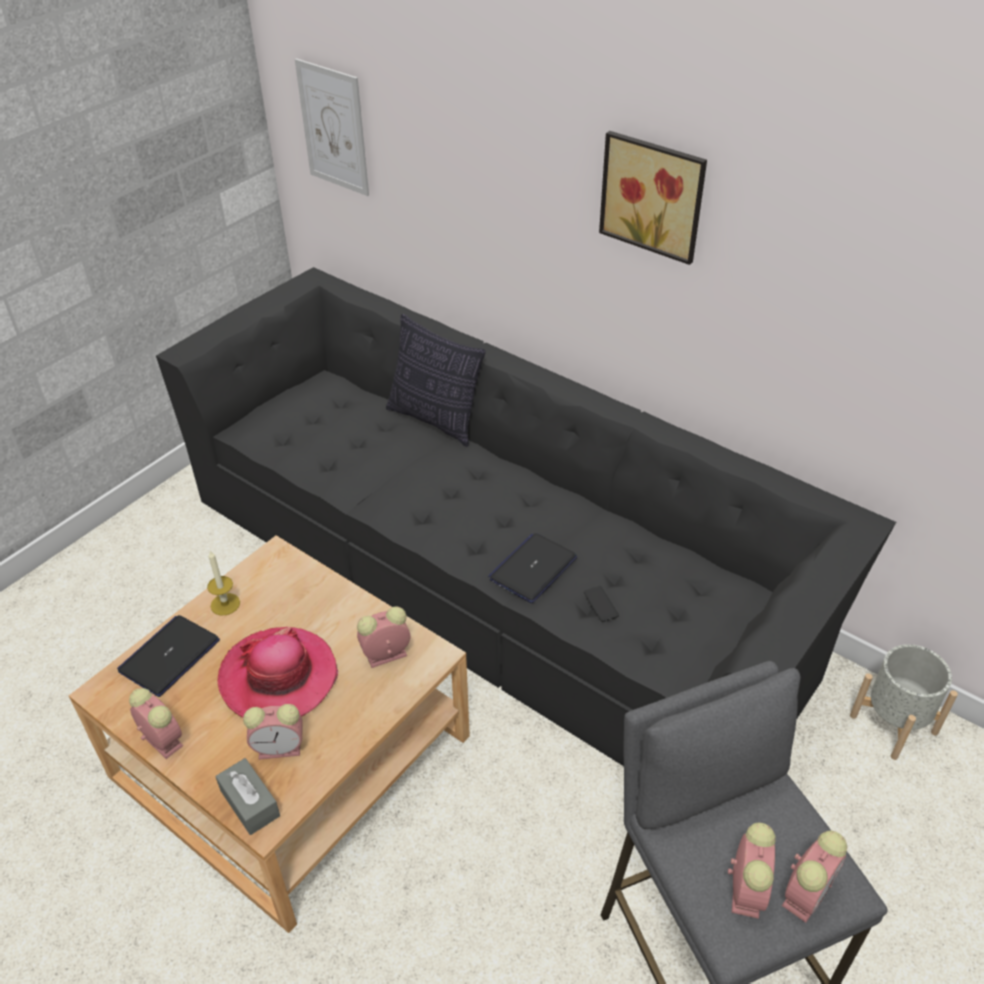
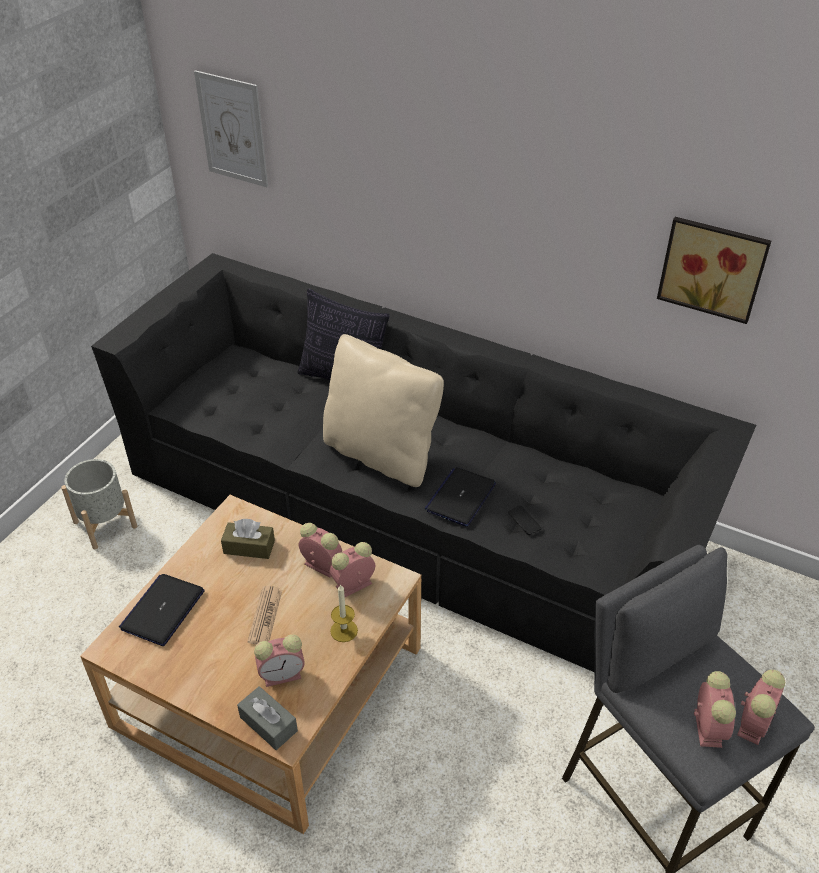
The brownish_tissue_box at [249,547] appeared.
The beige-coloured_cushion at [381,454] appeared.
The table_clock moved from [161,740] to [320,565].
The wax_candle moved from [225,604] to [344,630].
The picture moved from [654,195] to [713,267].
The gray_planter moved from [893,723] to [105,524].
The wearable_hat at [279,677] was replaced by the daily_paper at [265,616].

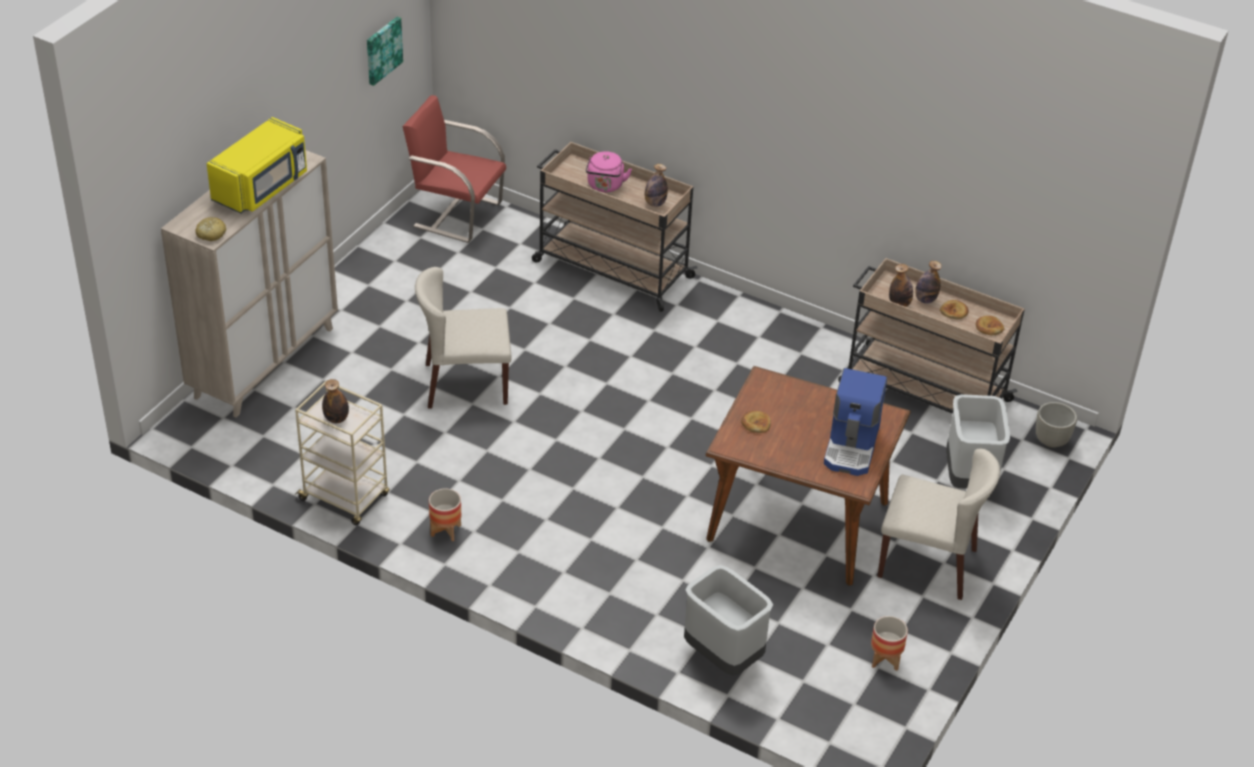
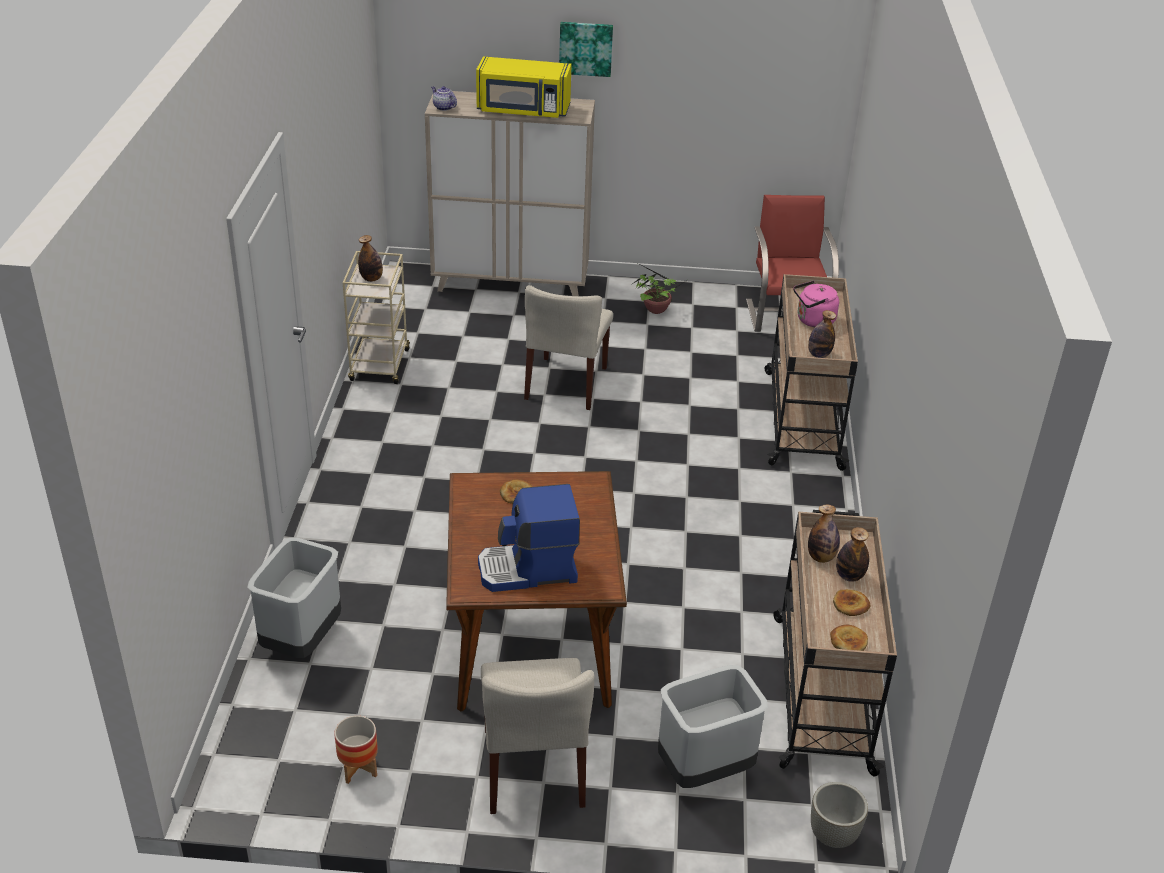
The planter at [446,530] disappeared.
The houseplant at [655,309] appeared.
The picture moved from [382,50] to [586,48].
The bread at [211,234] was replaced by the teapot at [443,107].
The beige-coloured_plain_chair at [465,384] turned 135 degrees counterclockwise.

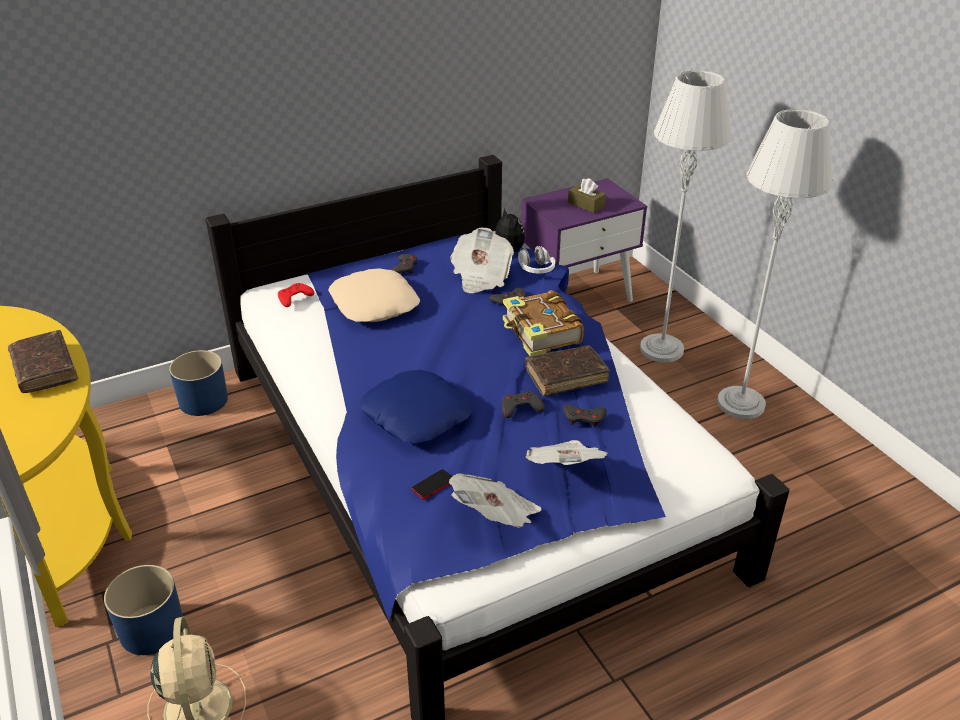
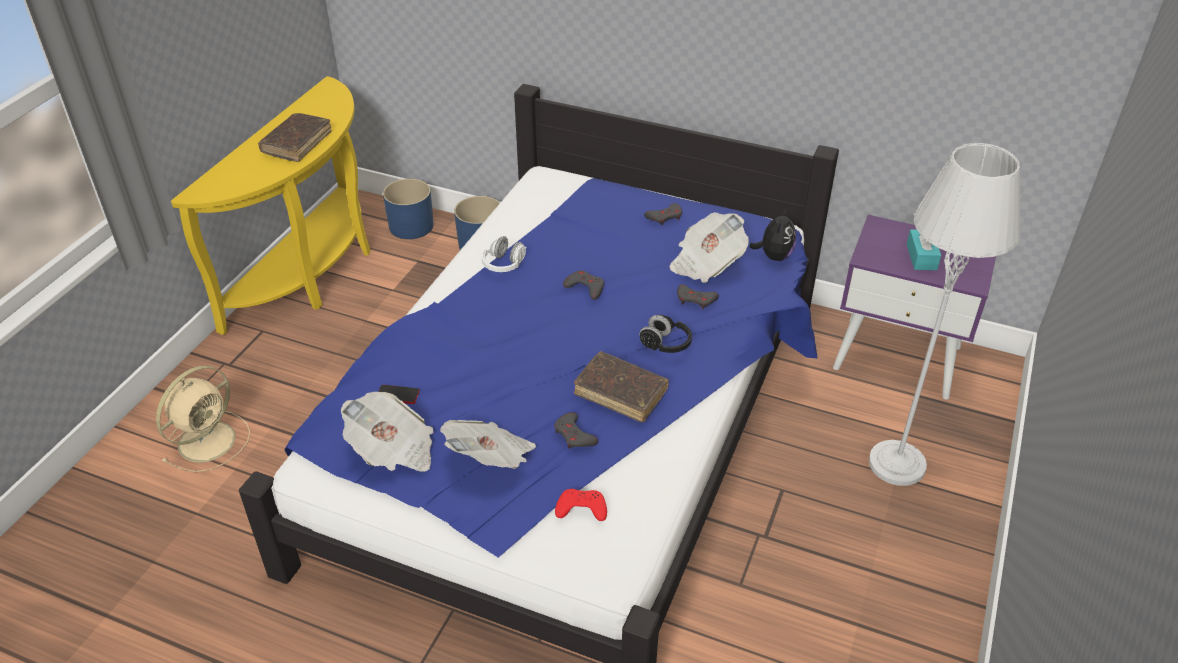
The beige-coloured_cushion at [375,304] disappeared.
The bluish_cushion at [417,415] disappeared.
The gray_standard_lamp at [740,403] disappeared.
The bluish_planter moved from [151,628] to [411,226].
The red_game_controller moved from [294,297] to [581,508].
The gray_game_controller moved from [521,408] to [585,287].
The white_pair_of_headphones moved from [536,270] to [504,265].
The book at [541,333] was replaced by the blackish_pair_of_headphones at [665,344].
The brownish_tissue_box at [586,205] became the blue-green_tissue_box at [921,257].

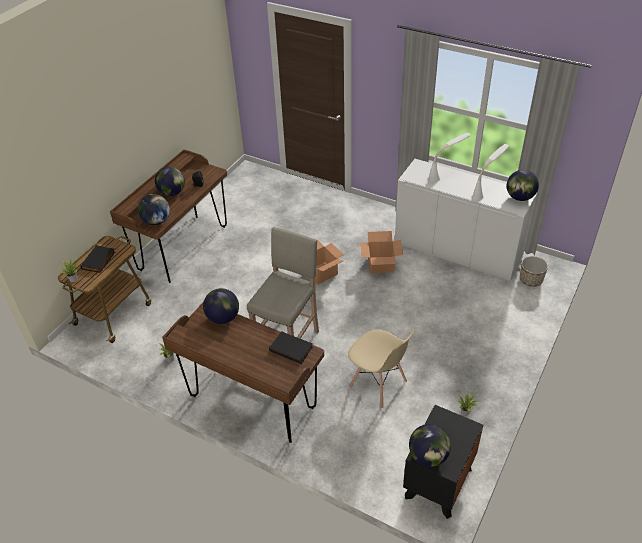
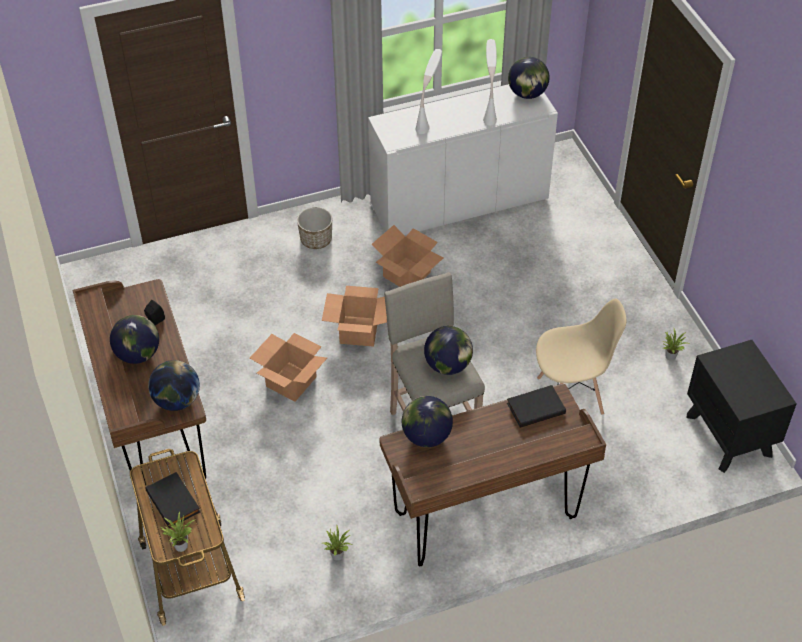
The packing_box at [291,382] appeared.
The desk_globe moved from [428,456] to [448,365].
The planter moved from [530,280] to [316,240].

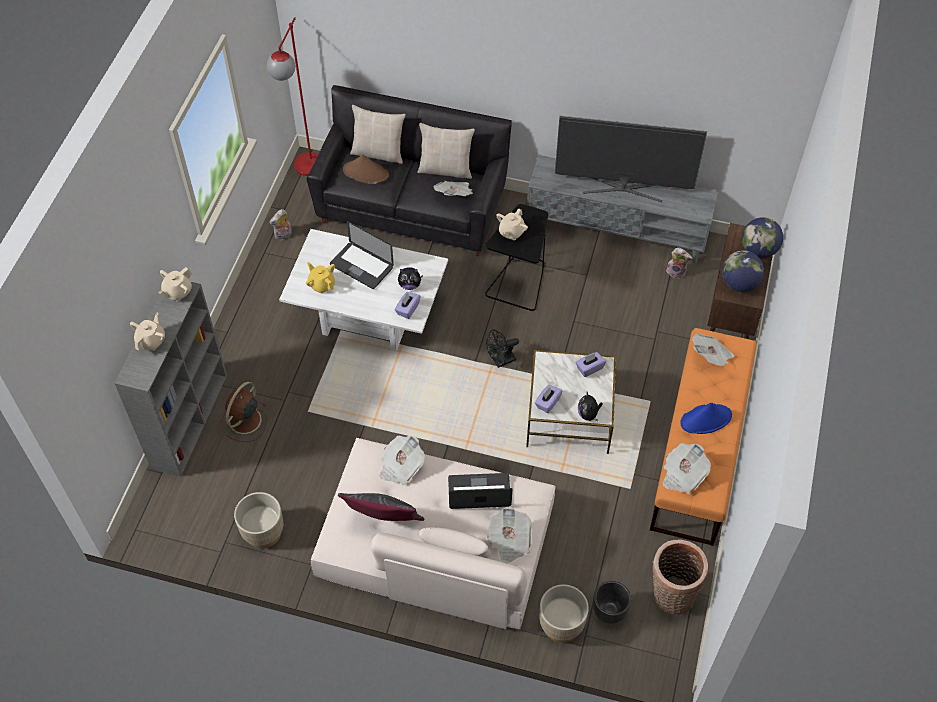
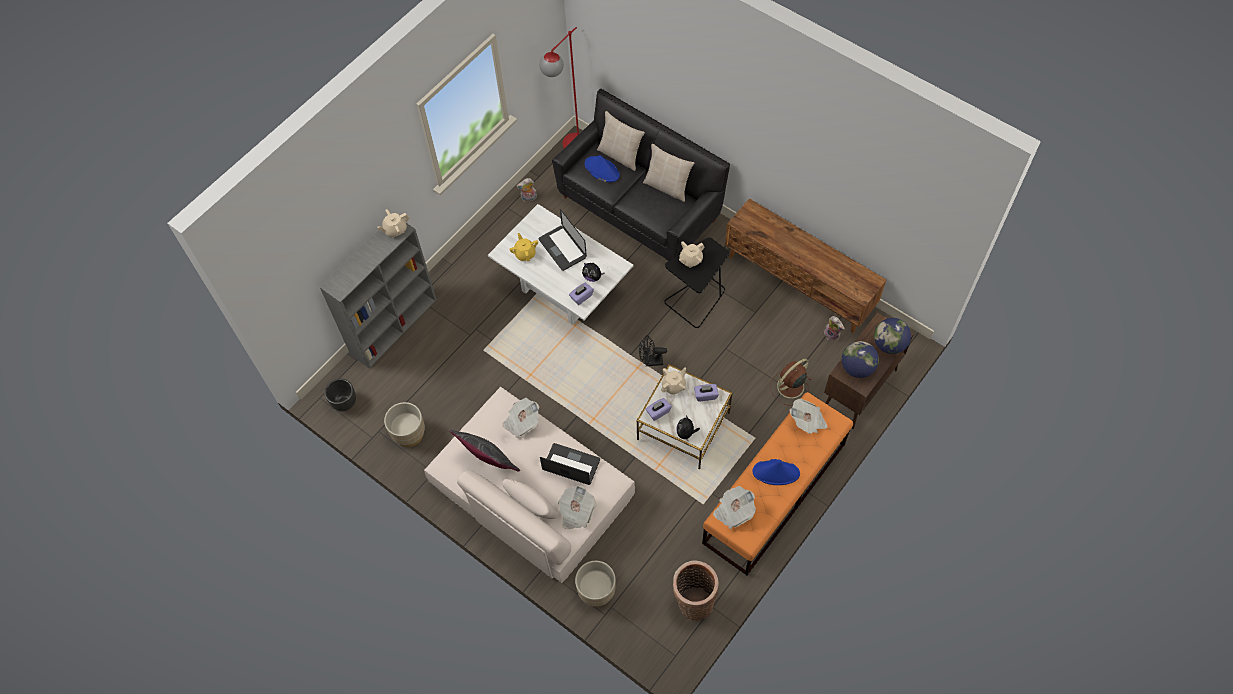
The daily_paper at [454,195] disappeared.
The television at [623,187] disappeared.
The beige-coloured_teapot moved from [151,341] to [673,386].
The brownish_electric_fan moved from [244,421] to [789,387].
The blackish_planter moved from [609,611] to [345,402].
The brownish_wearable_hat at [365,173] became the bluish_wearable_hat at [601,169].
The gray_tv_unit at [617,231] became the brownish_tv_unit at [799,283].

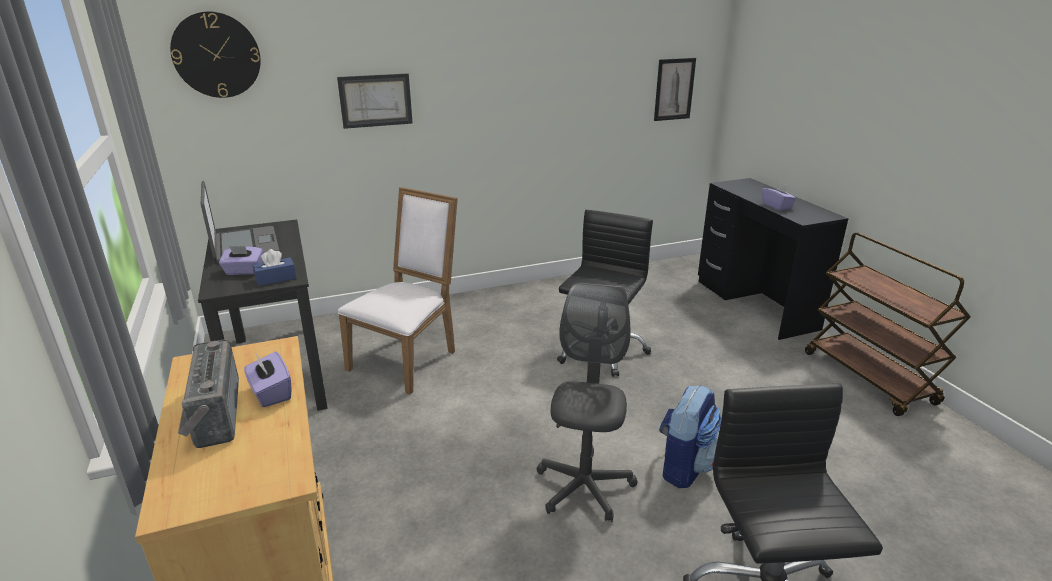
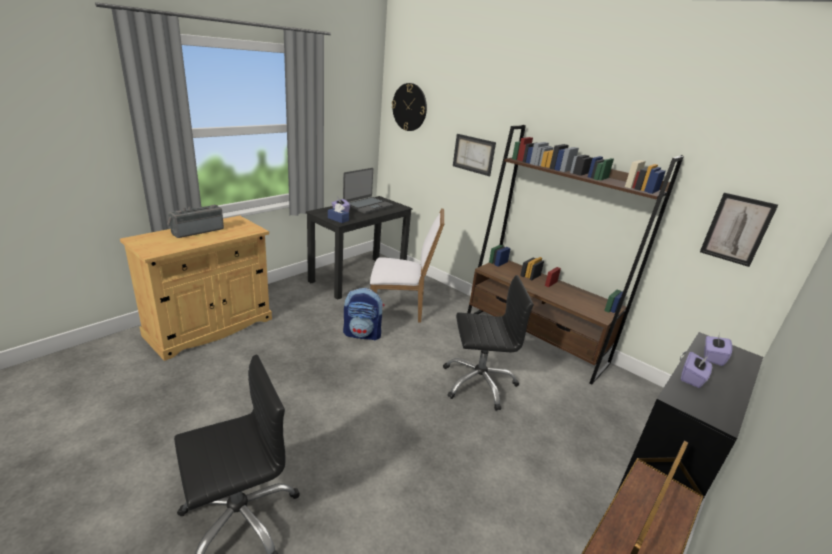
The gray_computer_chair at [584,487] disappeared.
The brownish_bookcase at [534,341] appeared.
The purple-coloured_tissue_box moved from [271,393] to [712,357].
The rucksack moved from [684,466] to [363,334].

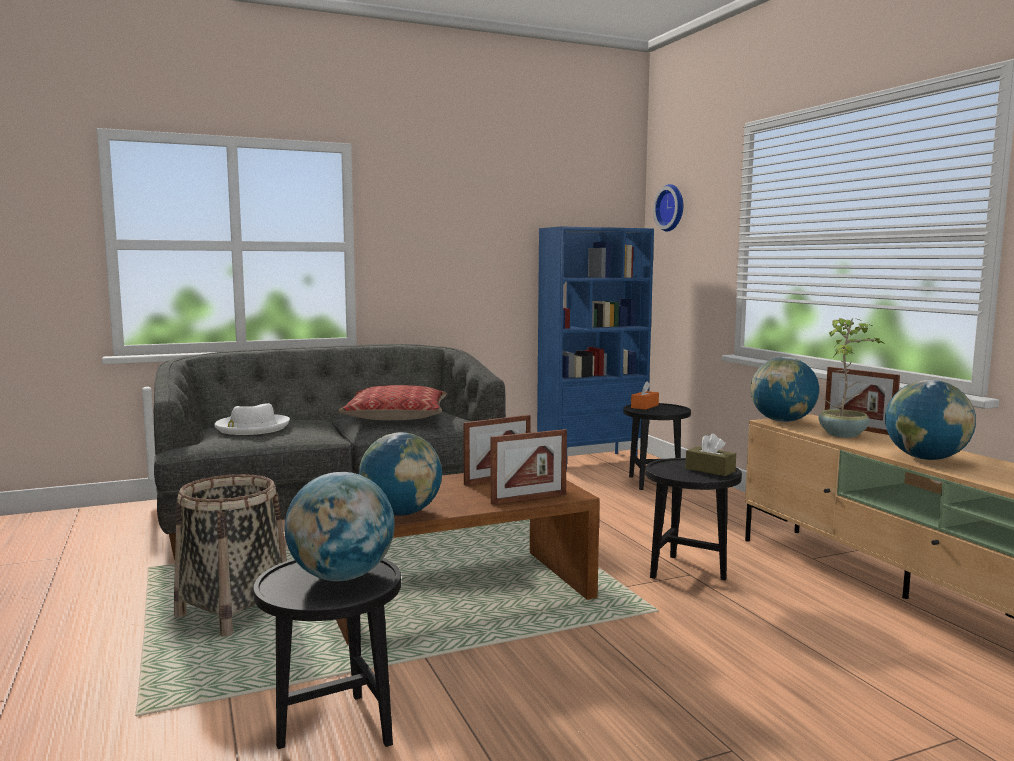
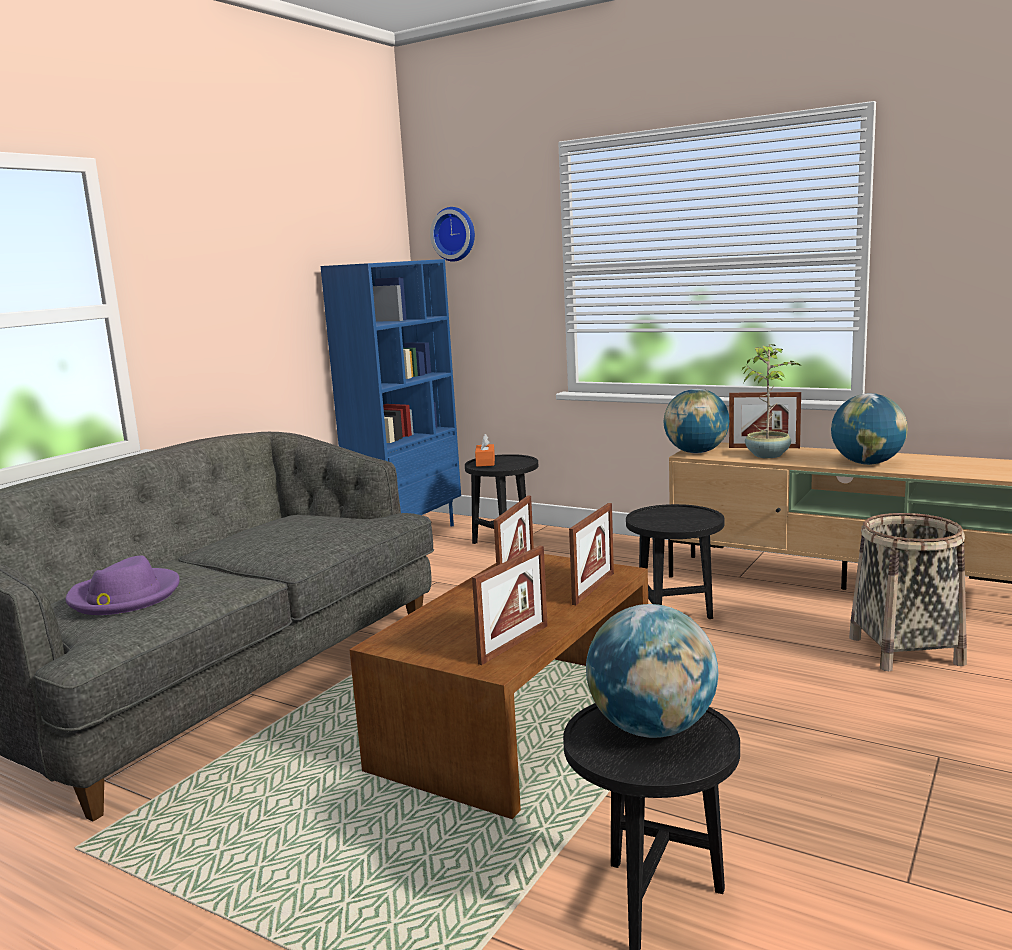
The cushion at [396,416] disappeared.
The brownish_tissue_box at [710,470] disappeared.
The basket moved from [233,612] to [904,650].
The desk_globe at [401,513] was replaced by the standing_frame at [514,644].
The white_wearable_hat at [252,428] became the purple-coloured_wearable_hat at [124,597].

